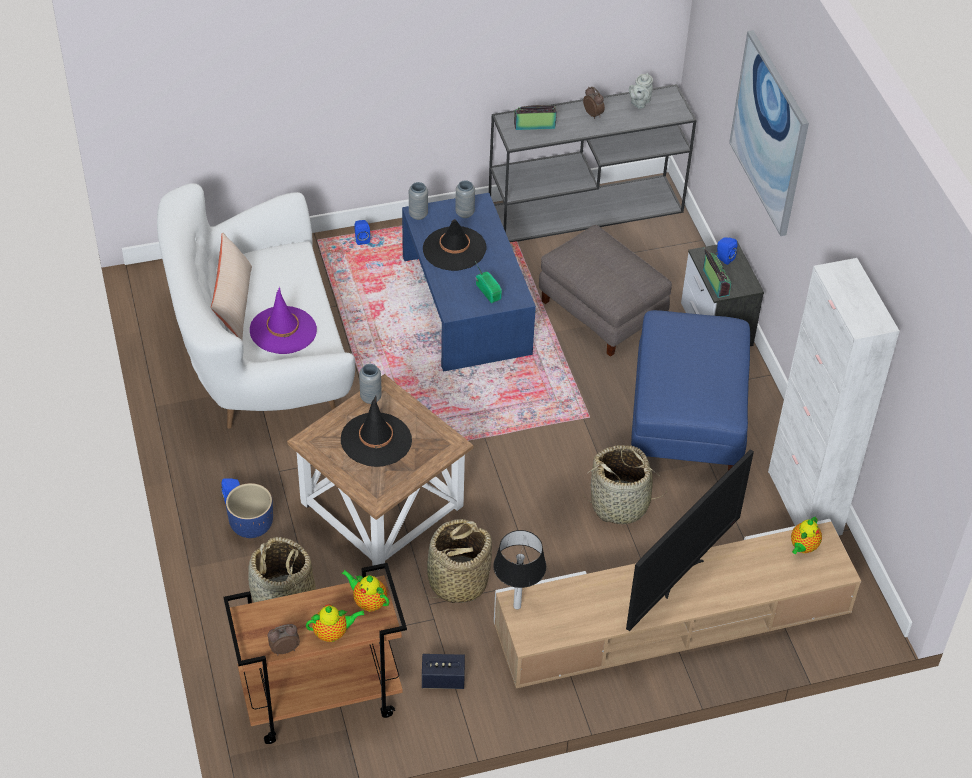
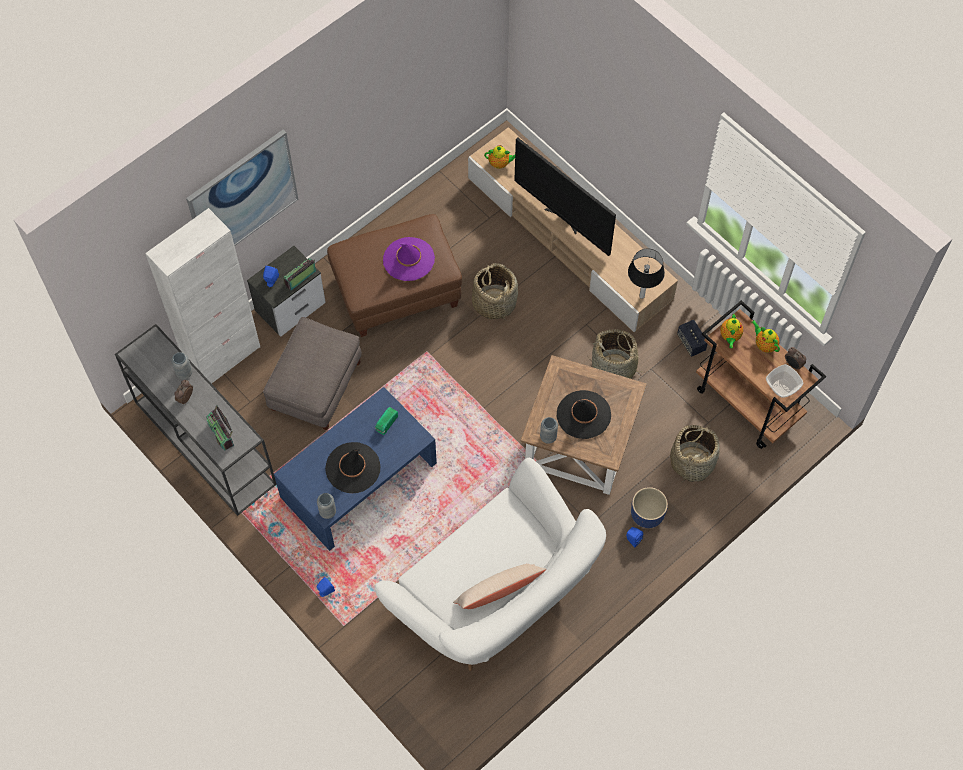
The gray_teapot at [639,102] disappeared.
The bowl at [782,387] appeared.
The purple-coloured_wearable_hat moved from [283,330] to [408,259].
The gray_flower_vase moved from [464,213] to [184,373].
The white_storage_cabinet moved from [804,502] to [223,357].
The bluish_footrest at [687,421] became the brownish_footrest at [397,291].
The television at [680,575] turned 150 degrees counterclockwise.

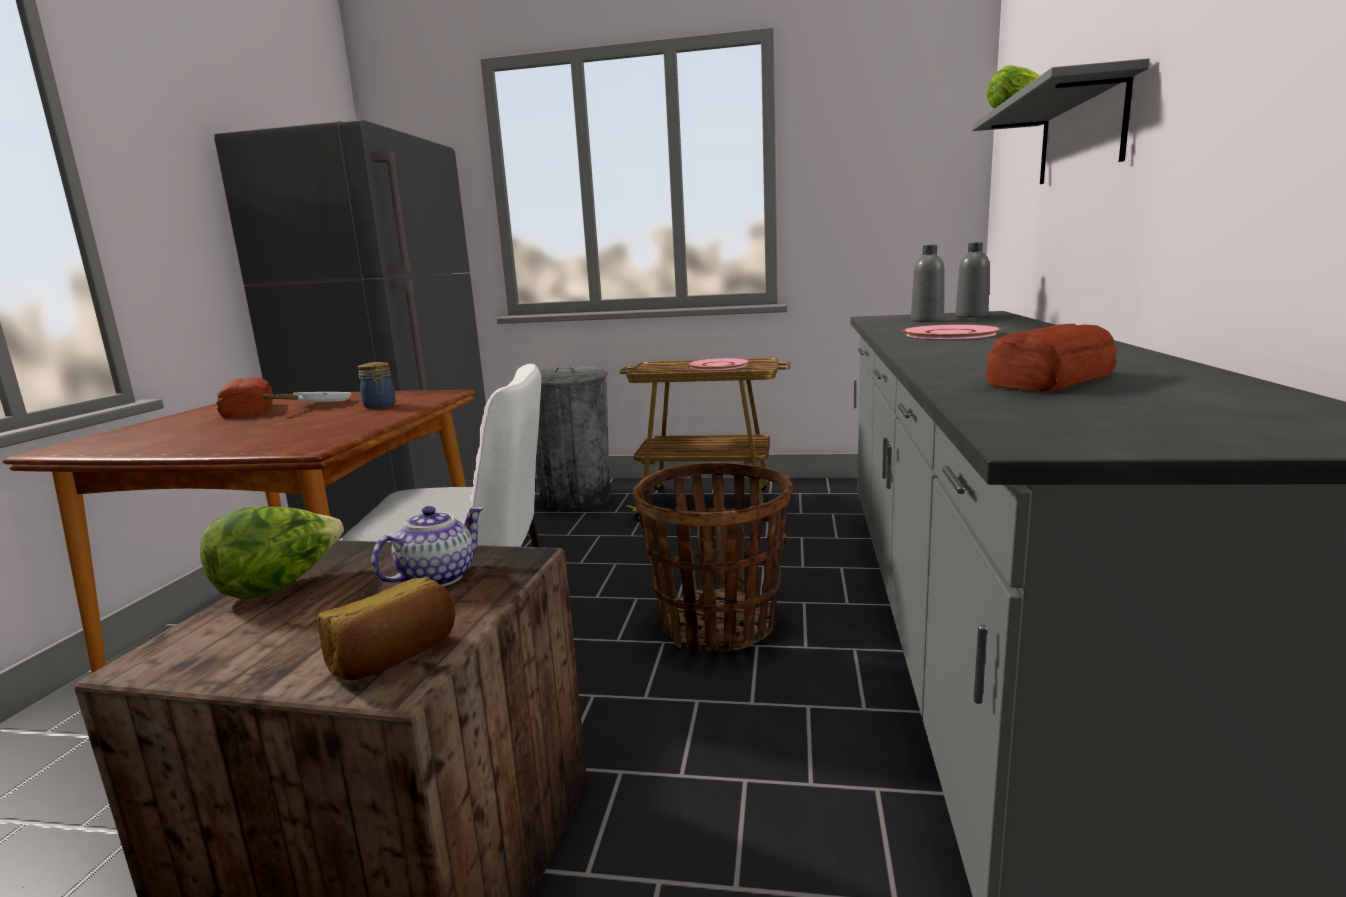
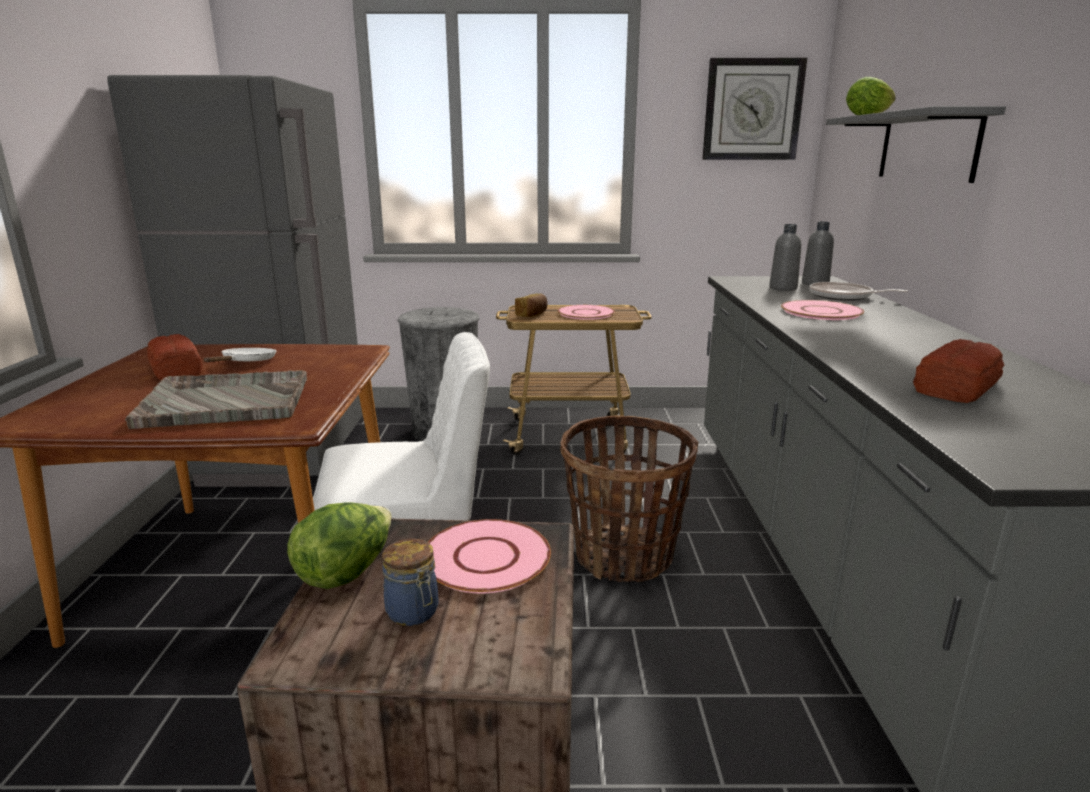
The gray_carrying_tray at [224,402] appeared.
The wall_clock at [752,110] appeared.
The frying_pan at [843,296] appeared.
The bread moved from [395,656] to [532,315].
The storage_jar moved from [380,406] to [414,613].
The teapot at [437,577] was replaced by the pinkish_plate at [485,558].

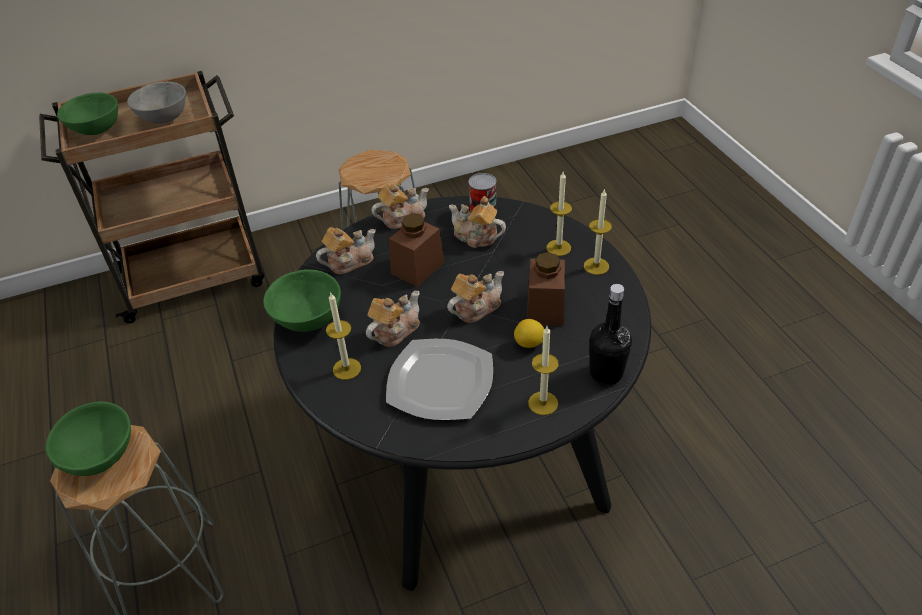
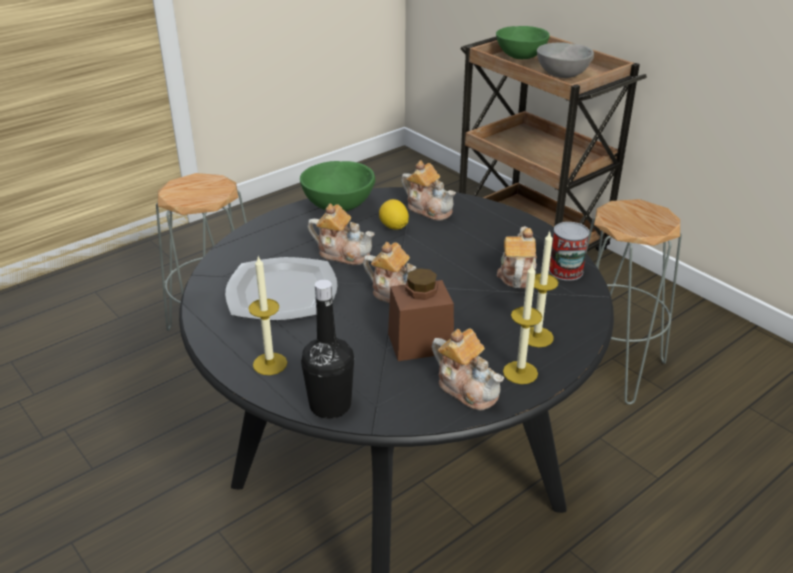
The green_bowl at [102,455] disappeared.
The wax_candle at [346,369] disappeared.
The brownish_storage_jar at [417,268] disappeared.
The teapot moved from [402,218] to [467,388].
The lemon moved from [529,343] to [393,227].

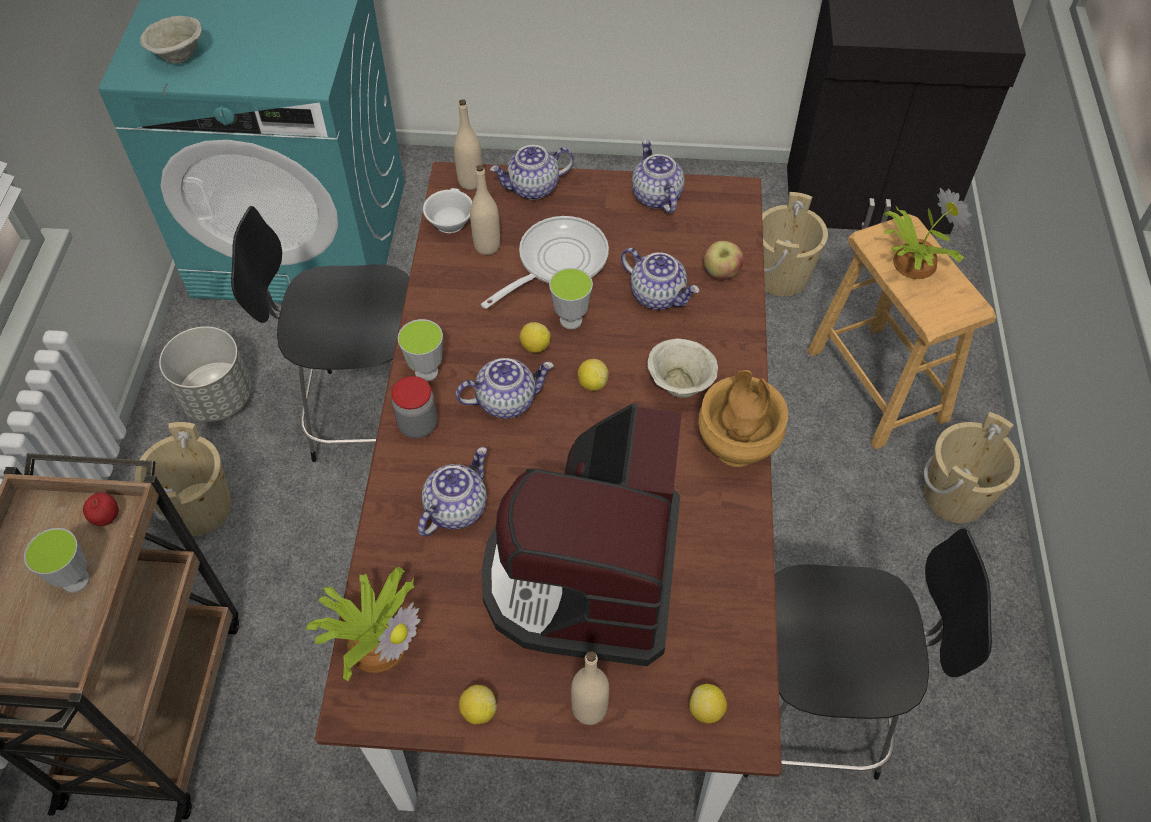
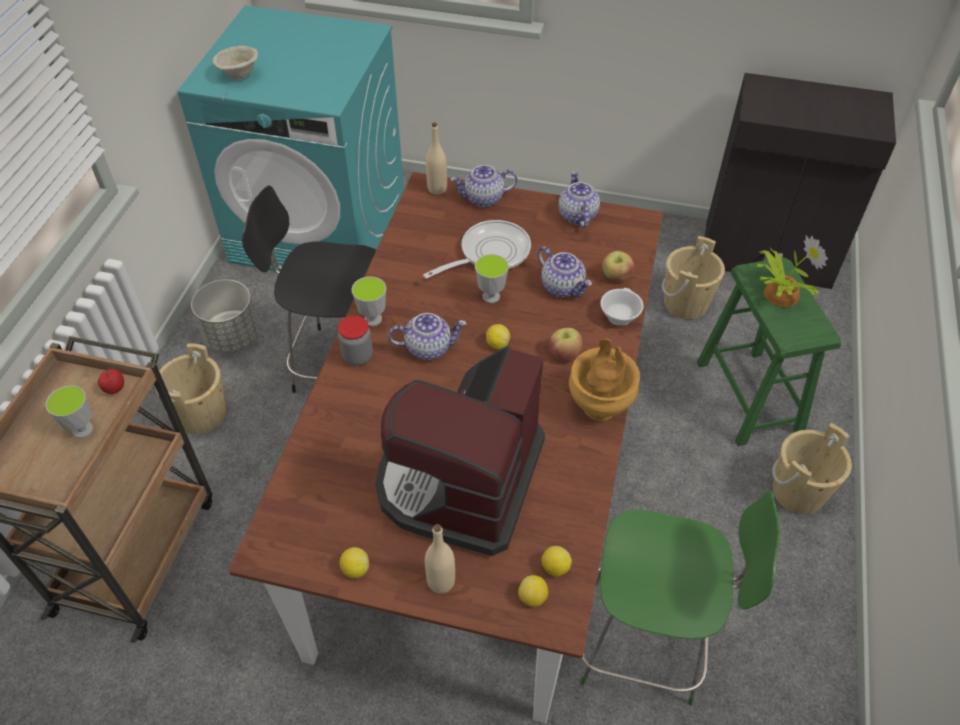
The houseplant at [376,640] disappeared.
The teapot at [456,507] disappeared.
The beige-coloured_drink_bottle at [487,246] disappeared.
The white_drinking_cup moved from [448,221] to [618,315].
The lemon moved from [535,346] to [555,567].
The beige-coloured_bowl at [678,384] was replaced by the apple_fruit at [564,354].
The blackish_plain_chair at [811,712] became the green_plain_chair at [646,643].
The brownish_stool at [876,385] became the green_stool at [748,396].

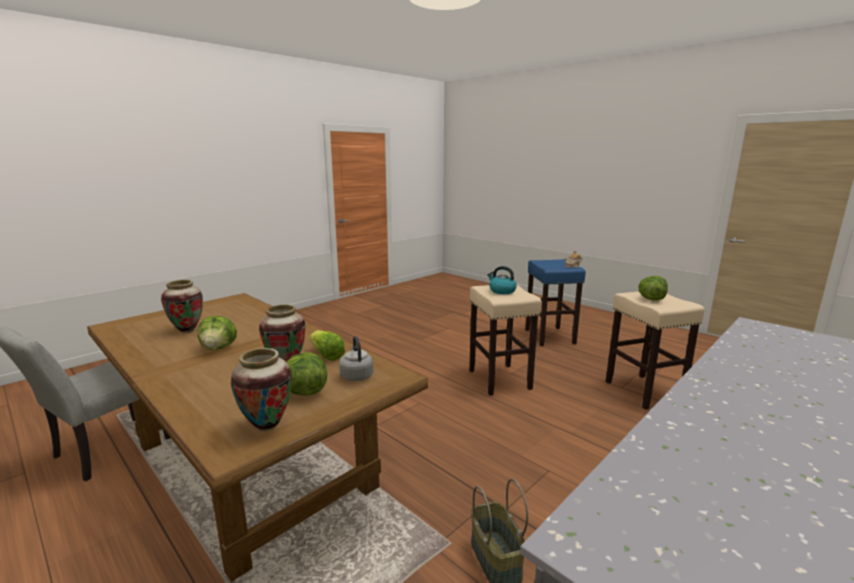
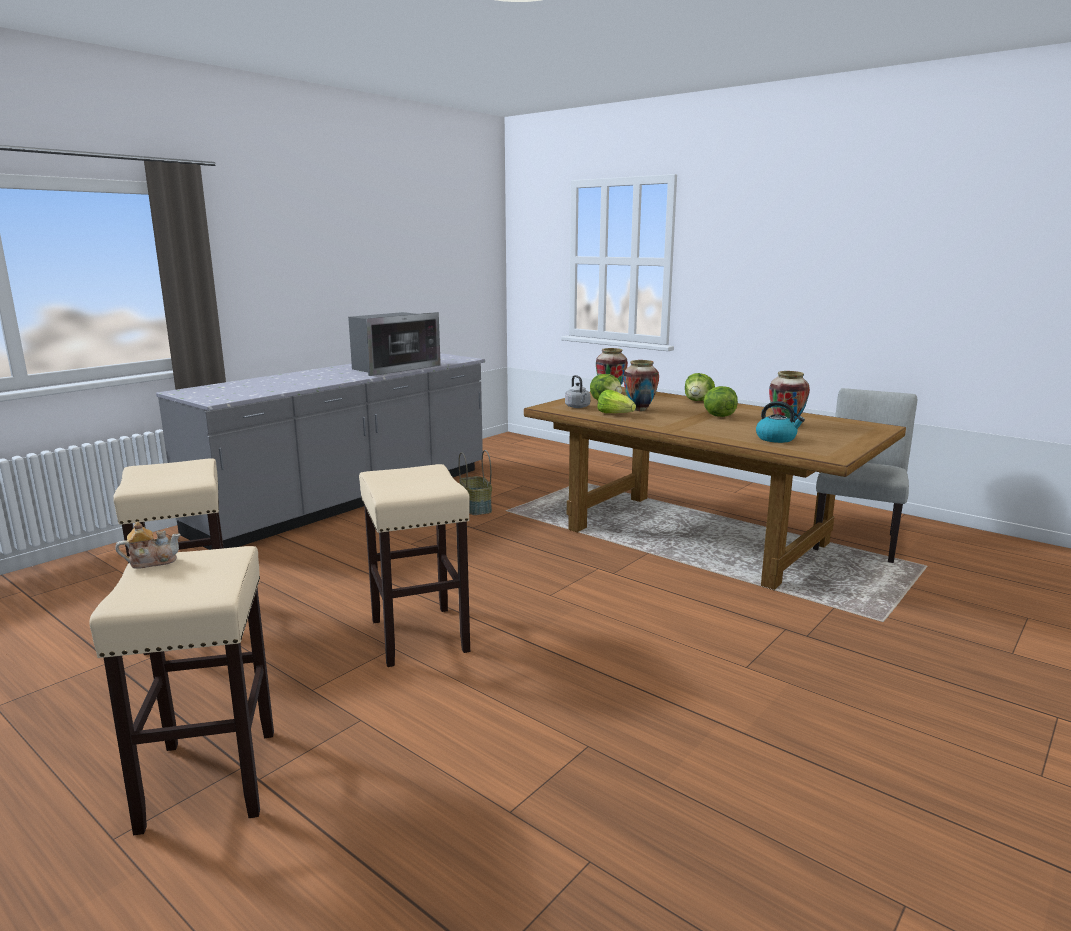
The microwave at [393,368] appeared.
The kettle moved from [501,291] to [776,438].
The lettuce_head moved from [651,299] to [698,401].
The bluish_stool at [550,337] became the beige-coloured_stool at [210,777].

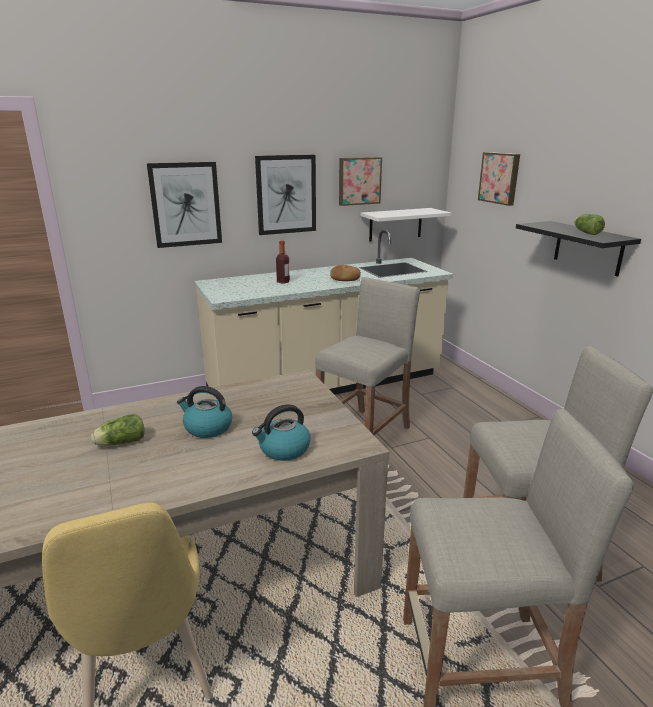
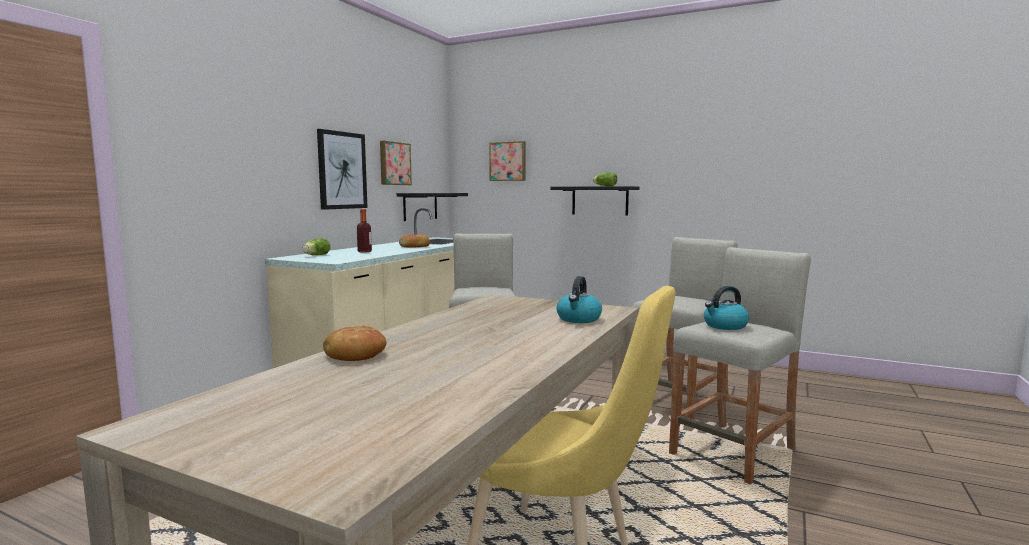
The picture at [185,204] disappeared.
The bread at [355,354] appeared.
The lettuce_head moved from [120,443] to [315,255].
The kettle moved from [207,428] to [724,326].
The white_wall_shelf at [395,224] became the blackish_wall_shelf at [420,206].

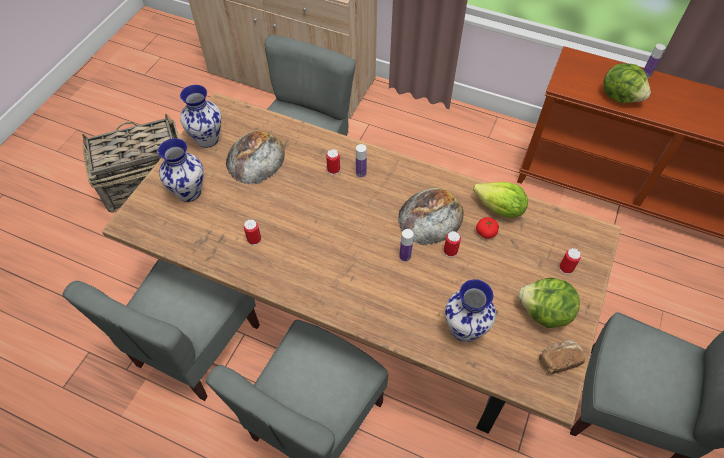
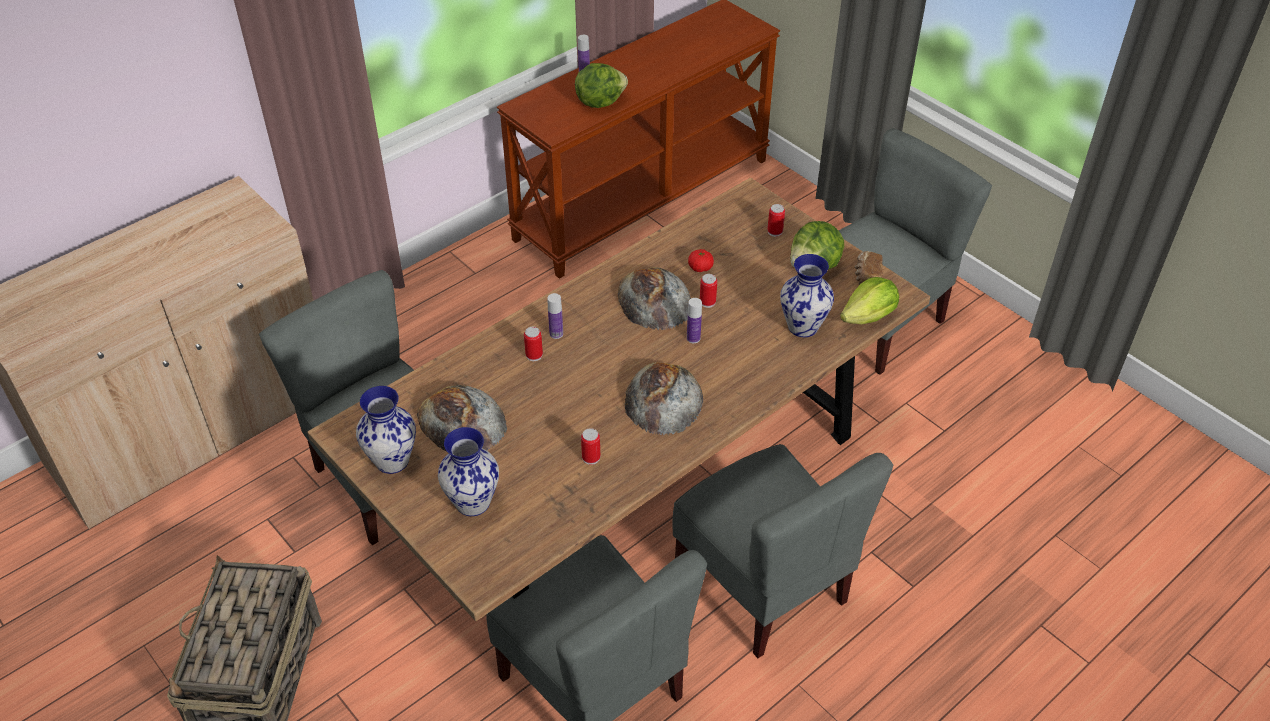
The bread at [663,399] appeared.
The lettuce_head moved from [499,209] to [869,317].

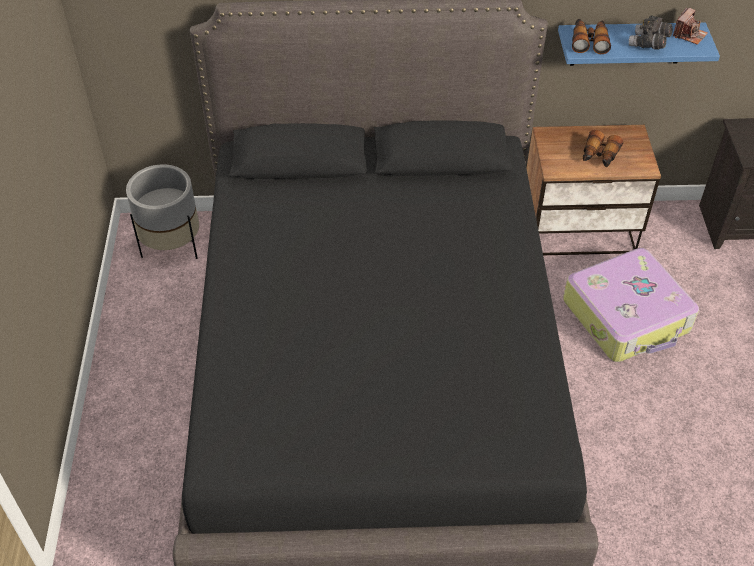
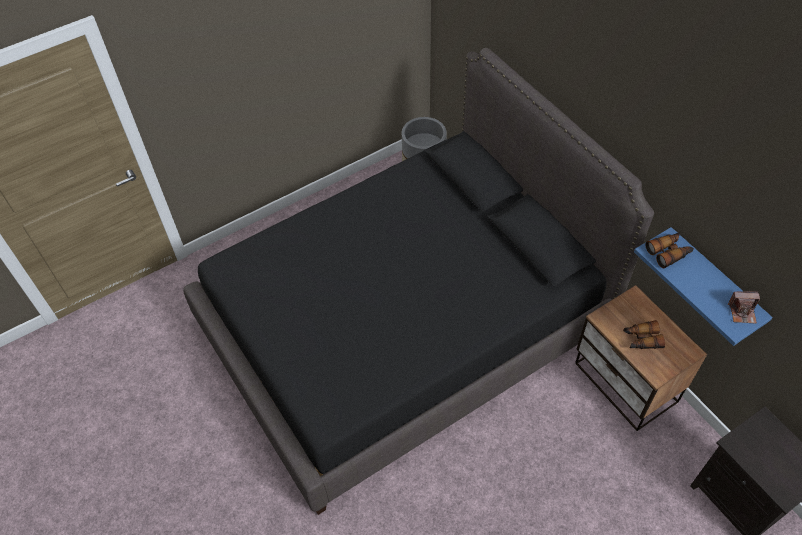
The suitcase at [627,316] disappeared.
The gray_field_glasses at [648,44] disappeared.

